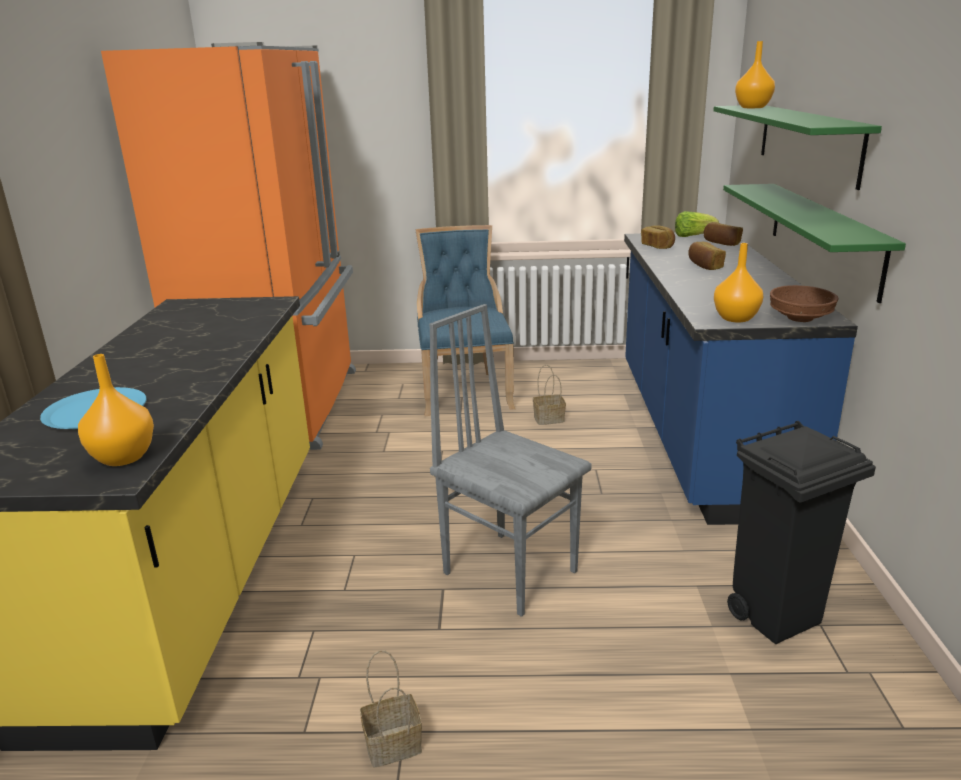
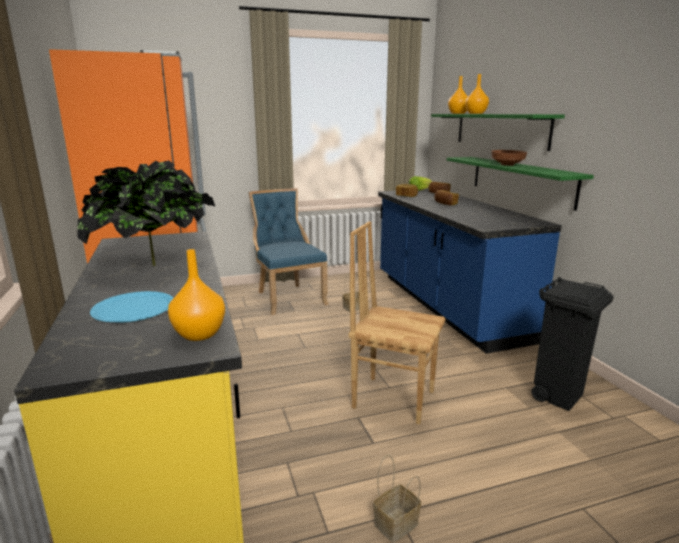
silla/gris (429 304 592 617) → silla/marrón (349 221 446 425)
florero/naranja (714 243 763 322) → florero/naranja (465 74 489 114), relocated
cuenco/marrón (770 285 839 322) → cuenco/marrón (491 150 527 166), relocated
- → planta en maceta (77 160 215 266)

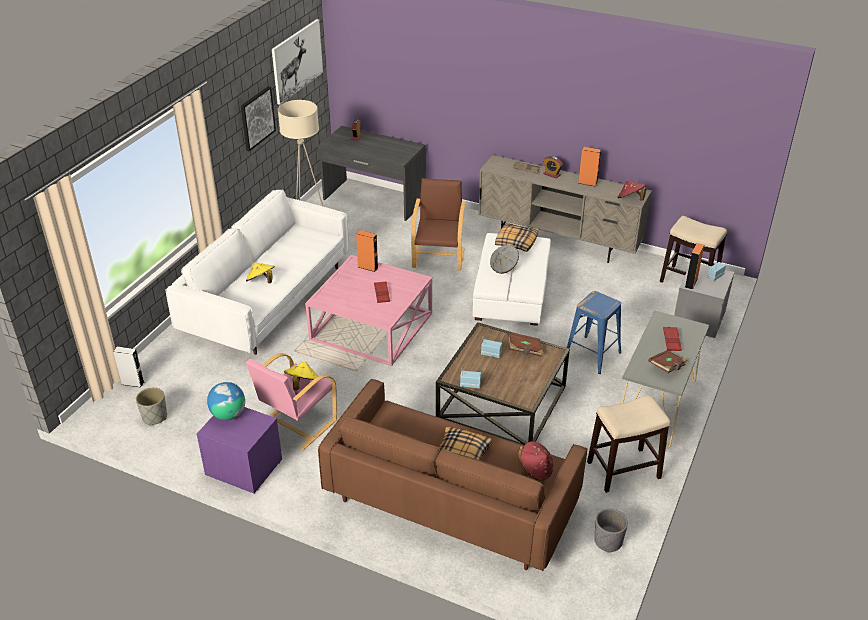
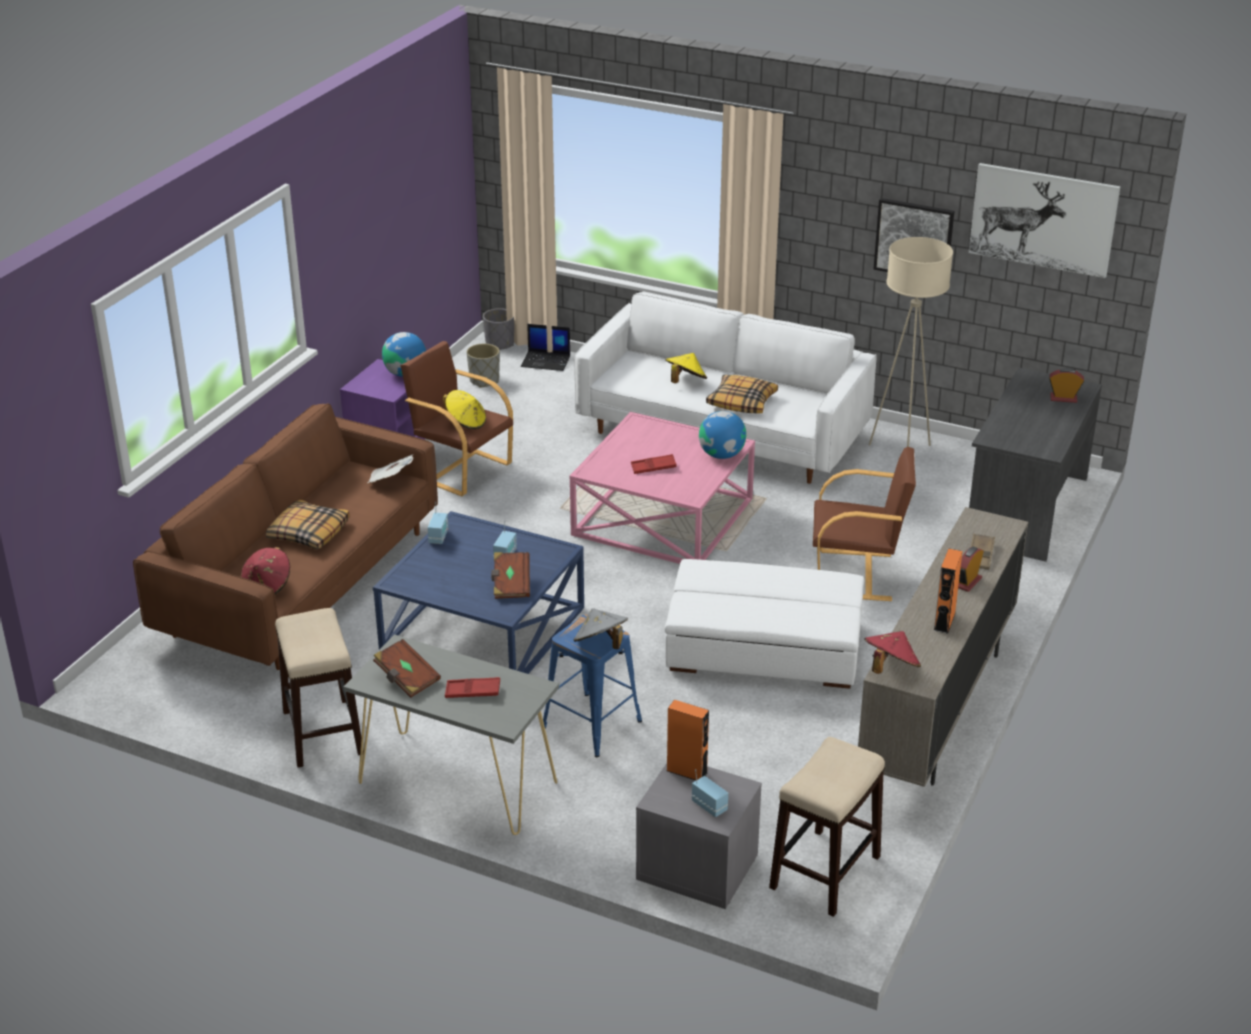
altavoz/gris (113 347 144 388) → portátil (521 324 570 371)
sillón/rosa (246 353 337 450) → sillón/marrón (401 341 513 497)
altavoz/naranja (356 230 378 272) → globo terráqueo (699 411 746 459)
mesa de centro/marrón (436 322 570 445) → mesa de centro/azul (373 511 584 674)
sombrero/gris (490 245 519 274) → sombrero/gris (574 608 628 649), relocated
cojín (495 223 538 252) → cojín (706 375 778 413), relocated
maceta/gris (594 508 628 553) → maceta/gris (483 308 514 350), relocated
- → periódico (368 455 413 483)

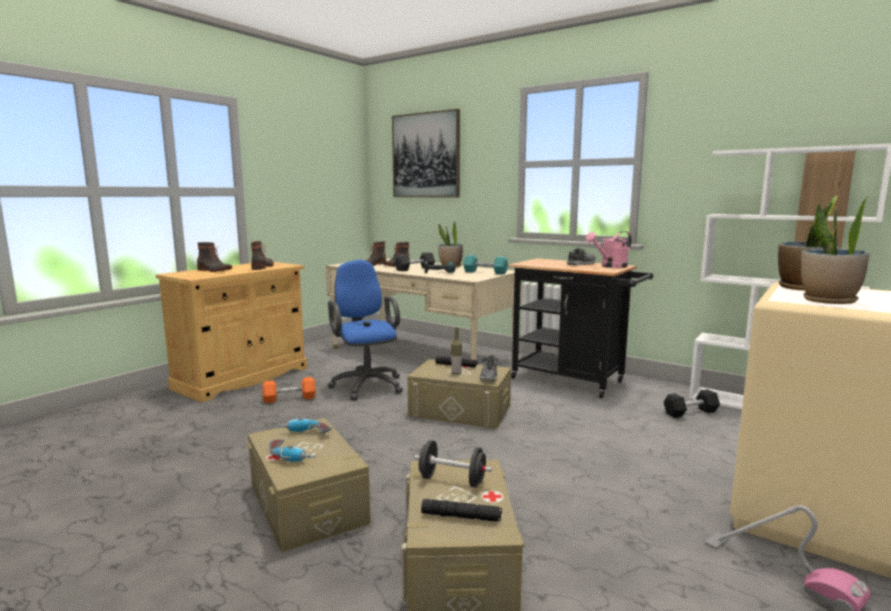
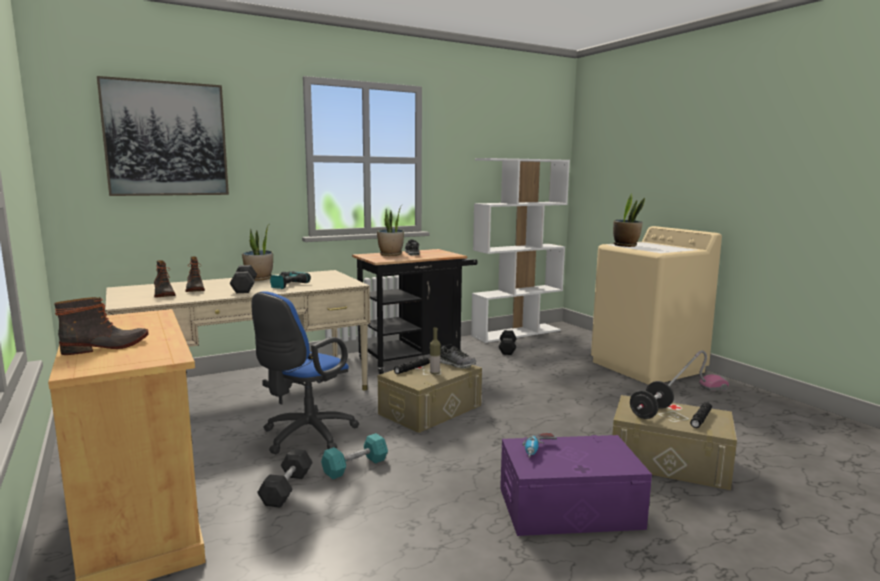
caja de almacenaje/beis (247 418 371 552) → caja de almacenaje/morado (500 435 652 536)
bota (251 241 274 270) → -
mancuerna/naranja (262 377 316 403) → mancuerna/gris (257 449 313 508)
taladro (269 440 316 462) → -
silla de oficina/azul (328 260 403 401) → silla de oficina/azul (252 291 359 454), 60 degrees counterclockwise
mancuerna/turquesa (463 255 508 274) → mancuerna/turquesa (321 433 388 479), relocated
regadera/rosa (586 231 631 268) → -
planta en maceta (801 196 869 304) → planta en maceta (377 204 404 256), relocated

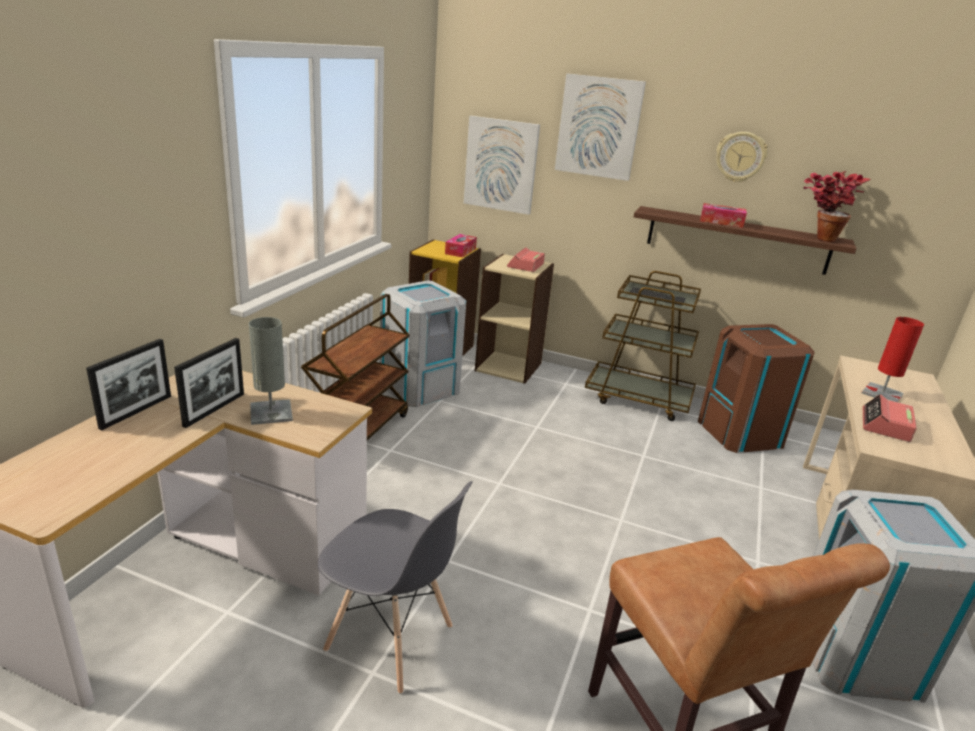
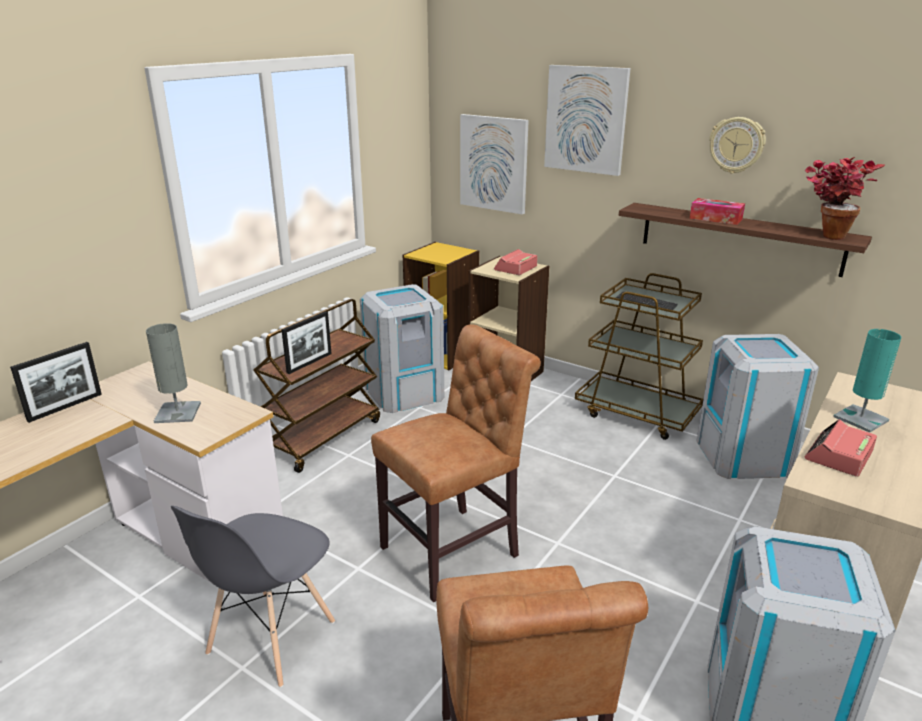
portarretratos (174 338 244 428) → portarretratos (281 311 332 374), relocated
silla/gris (318 481 473 694) → silla/gris (171 506 335 688), 75 degrees clockwise
caja de pañuelos (445 234 477 257) → -
papelera/marrón (698 324 815 453) → papelera/gris (696 334 819 479)
lámpara de mesa/rojo (861 317 924 402) → lámpara de mesa/turquesa (833 329 901 433)
- → silla/marrón (371 324 541 602)

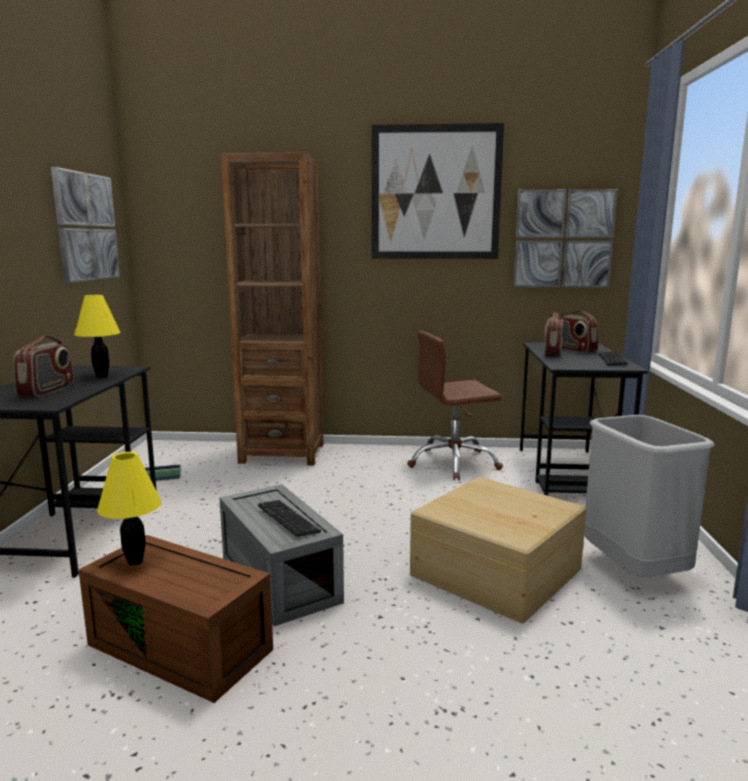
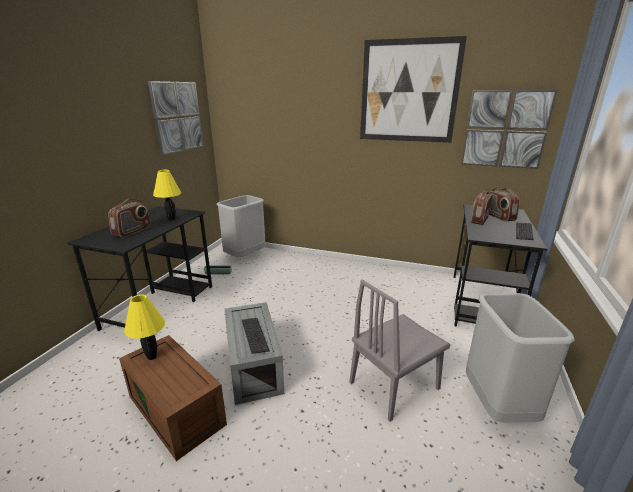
estantería/marrón (221 152 323 465) → -
silla de oficina/marrón (408 331 503 480) → -
caja de almacenaje/beis (410 477 586 623) → silla/gris (349 280 450 422)
- → papelera/gris (216 195 266 258)

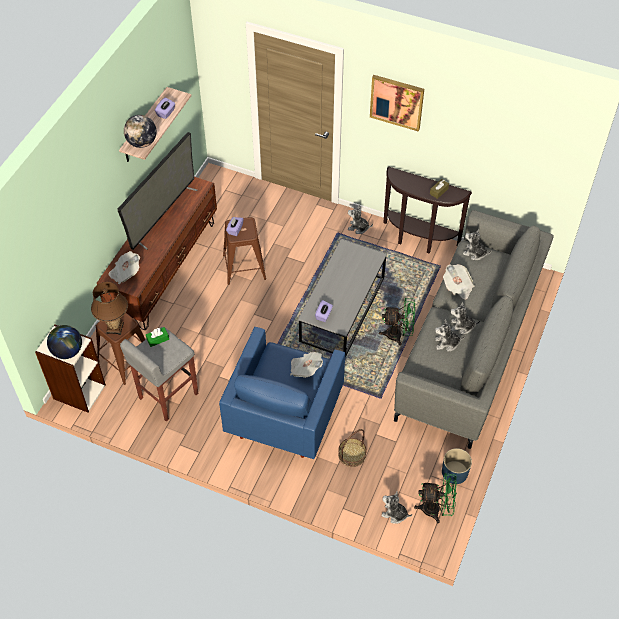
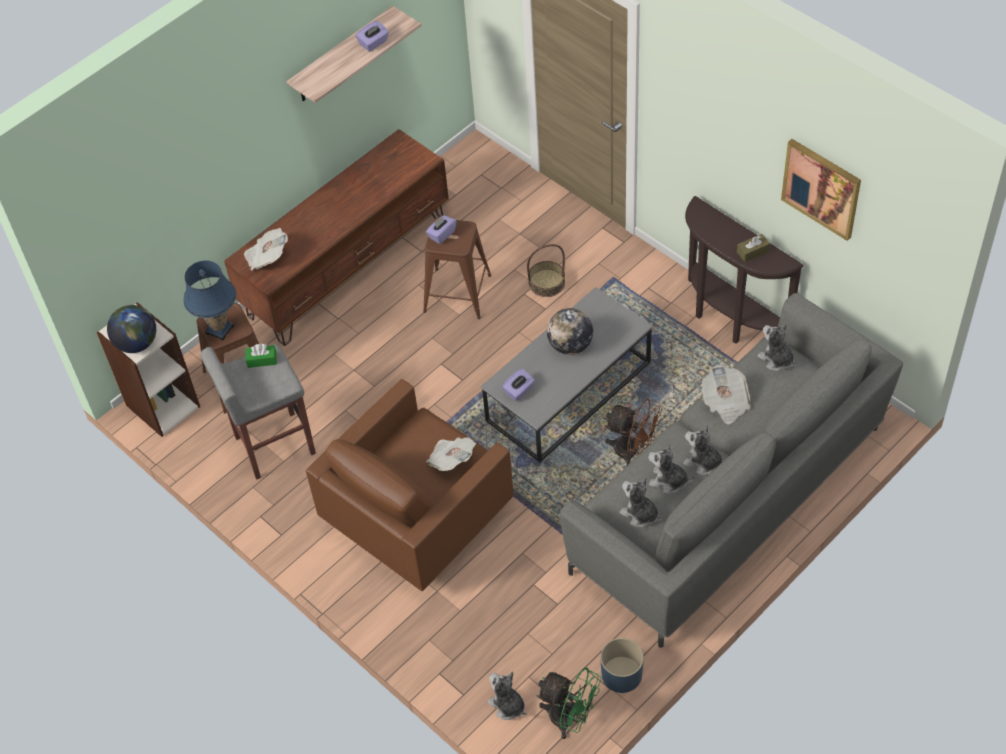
lámpara de mesa/marrón (91 282 128 335) → lámpara de mesa/azul (183 261 236 341)
televisor (117 132 197 250) → -
globo terráqueo (124 115 157 148) → globo terráqueo (547 308 593 355), relocated
sillón/azul (219 327 345 459) → sillón/marrón (306 379 514 591)
cesta (338 429 367 467) → cesta (527 244 565 297), relocated
peluche (348 205 373 234) → peluche (620 477 662 528), relocated
cuadro (370 75 424 131) → cuadro (781 139 861 241), relocated
ventilador/verde (379 298 415 346) → ventilador/marrón (605 398 662 466)

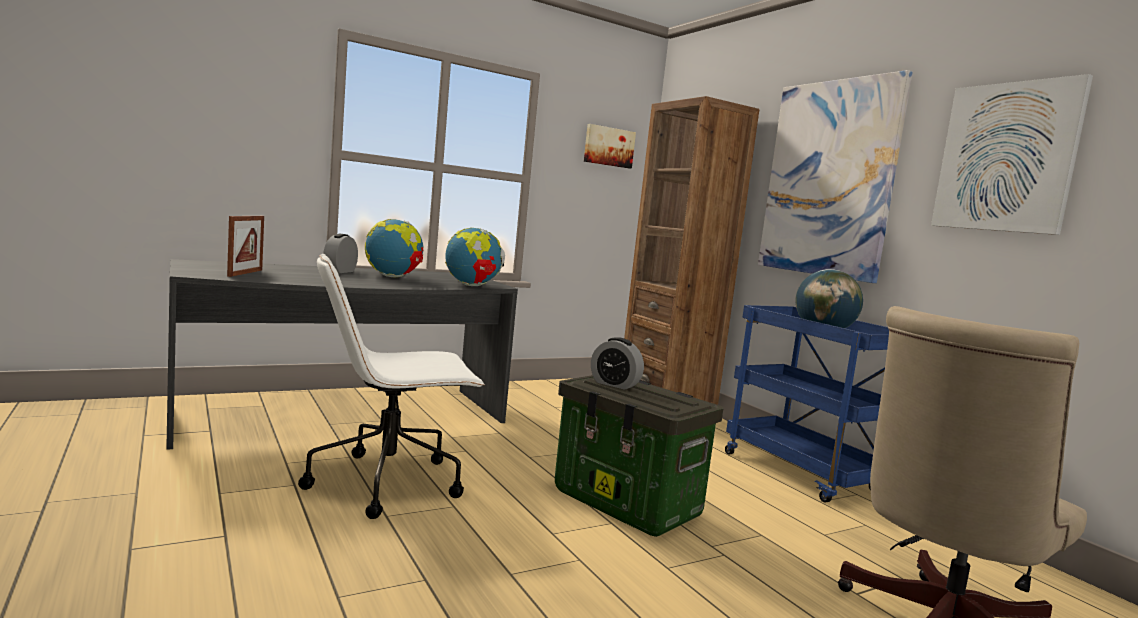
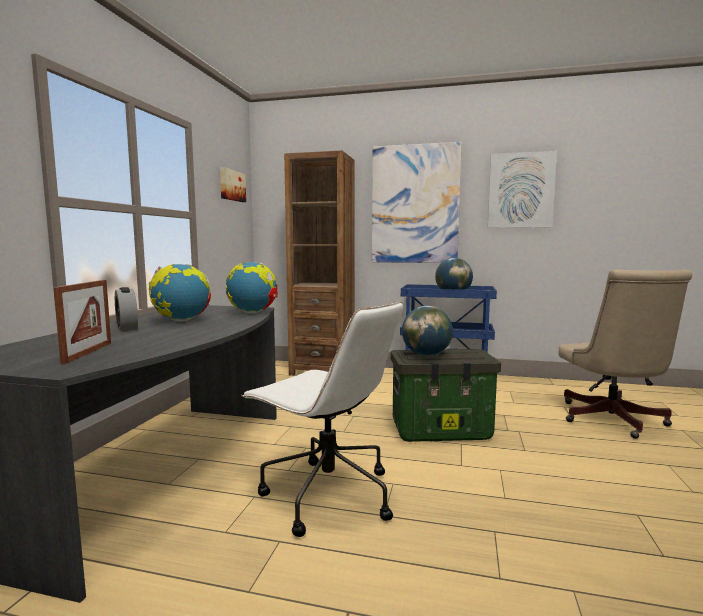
portarretratos (227 216 264 277) → portarretratos (53 280 111 364), 45 degrees clockwise
silla de oficina/blanco (298 254 485 519) → silla de oficina/blanco (241 301 403 537), 75 degrees counterclockwise
despertador (591 337 644 390) → globo terráqueo (402 306 453 356)

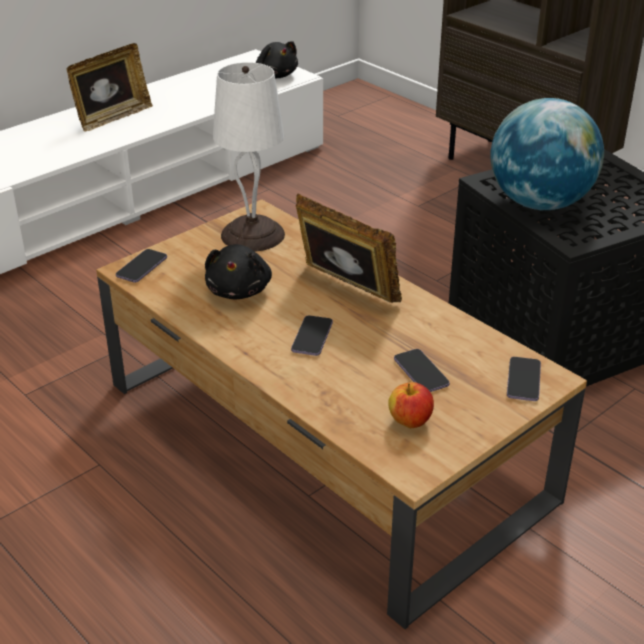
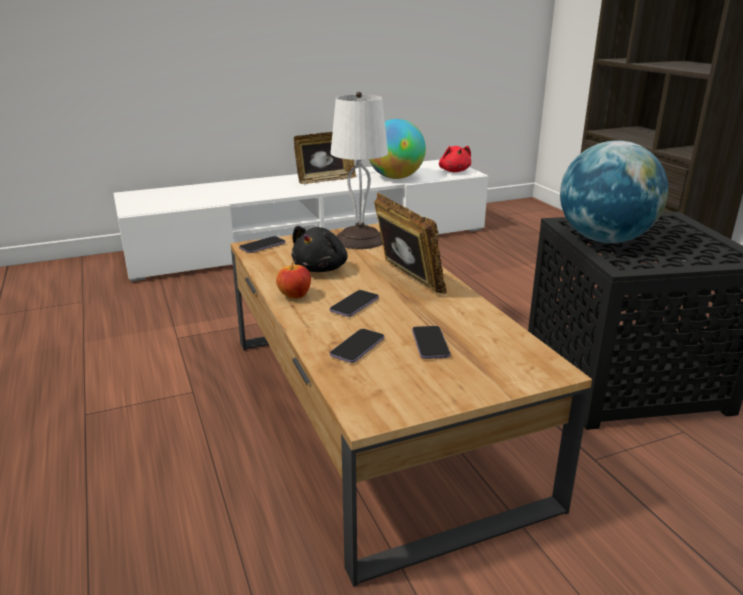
peluche/negro (256 41 298 78) → peluche/rojo (439 146 471 172)
manzana (388 382 434 428) → manzana (276 262 311 299), relocated
móvil (507 357 541 401) → móvil (330 329 384 363), relocated
- → globo terráqueo (369 119 426 179)

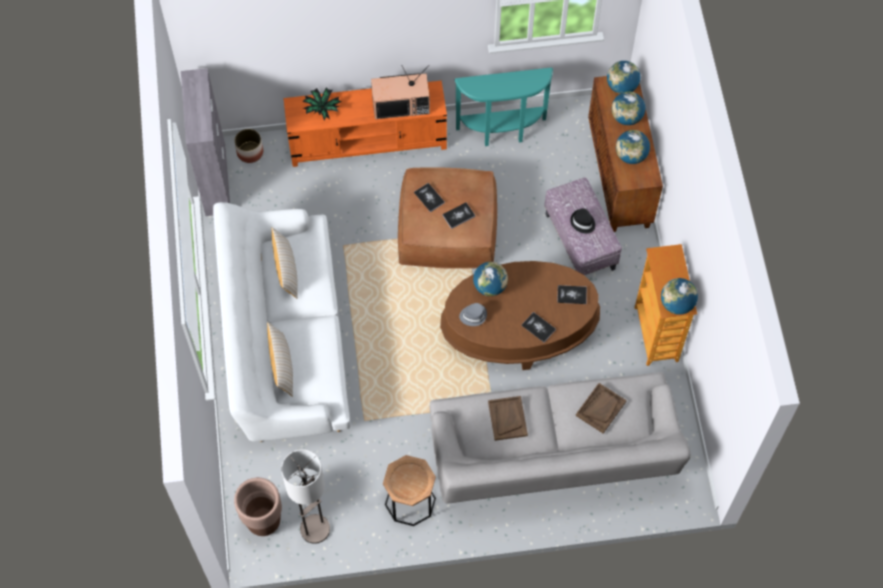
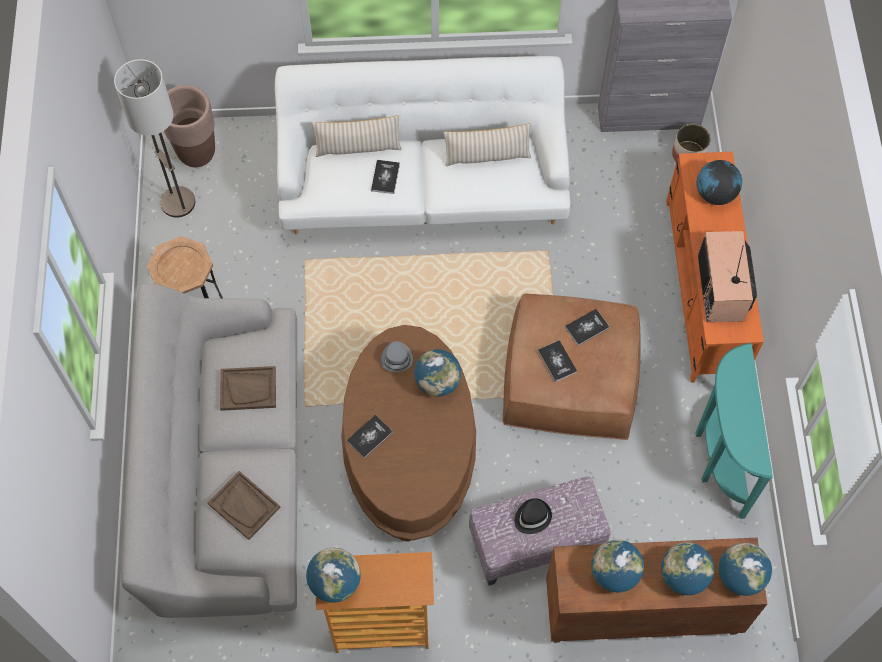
planta en maceta (303 87 341 121) → globo terráqueo (697 160 742 205)
libro (557 285 587 304) → libro (371 160 400 194), relocated

